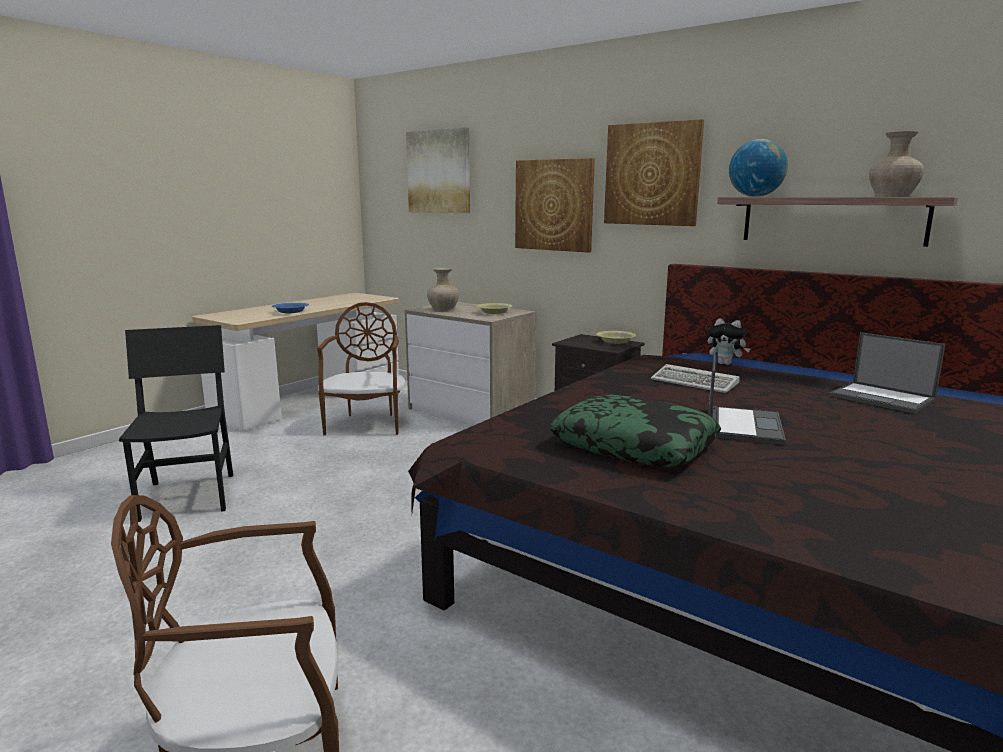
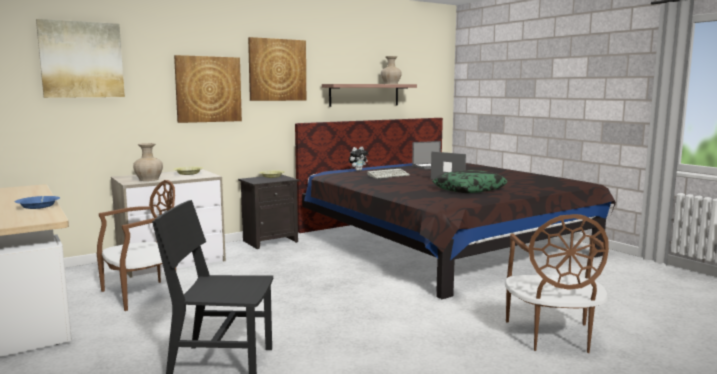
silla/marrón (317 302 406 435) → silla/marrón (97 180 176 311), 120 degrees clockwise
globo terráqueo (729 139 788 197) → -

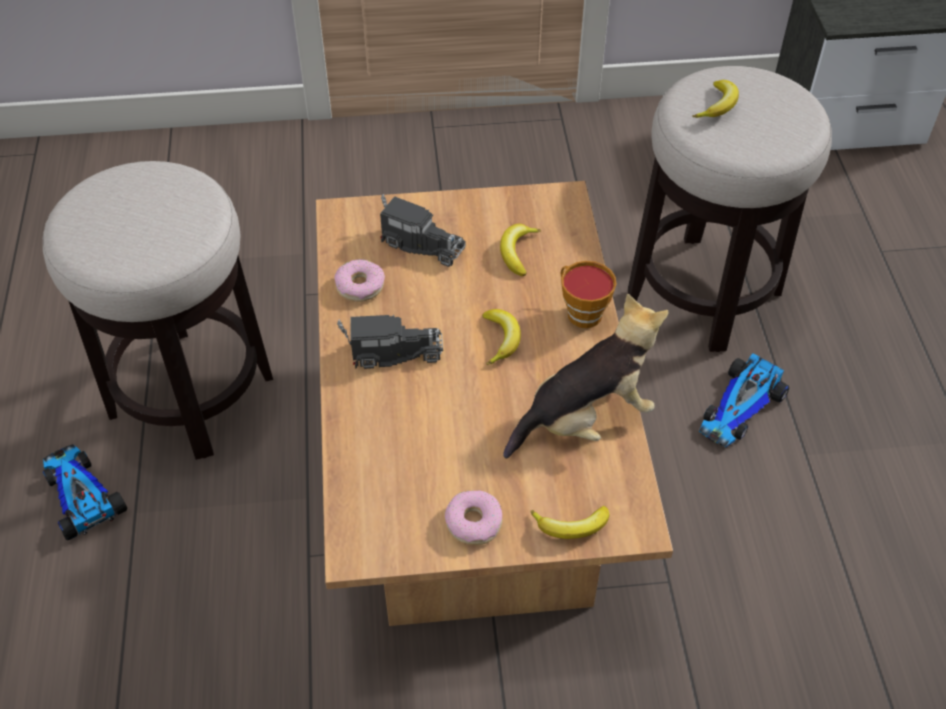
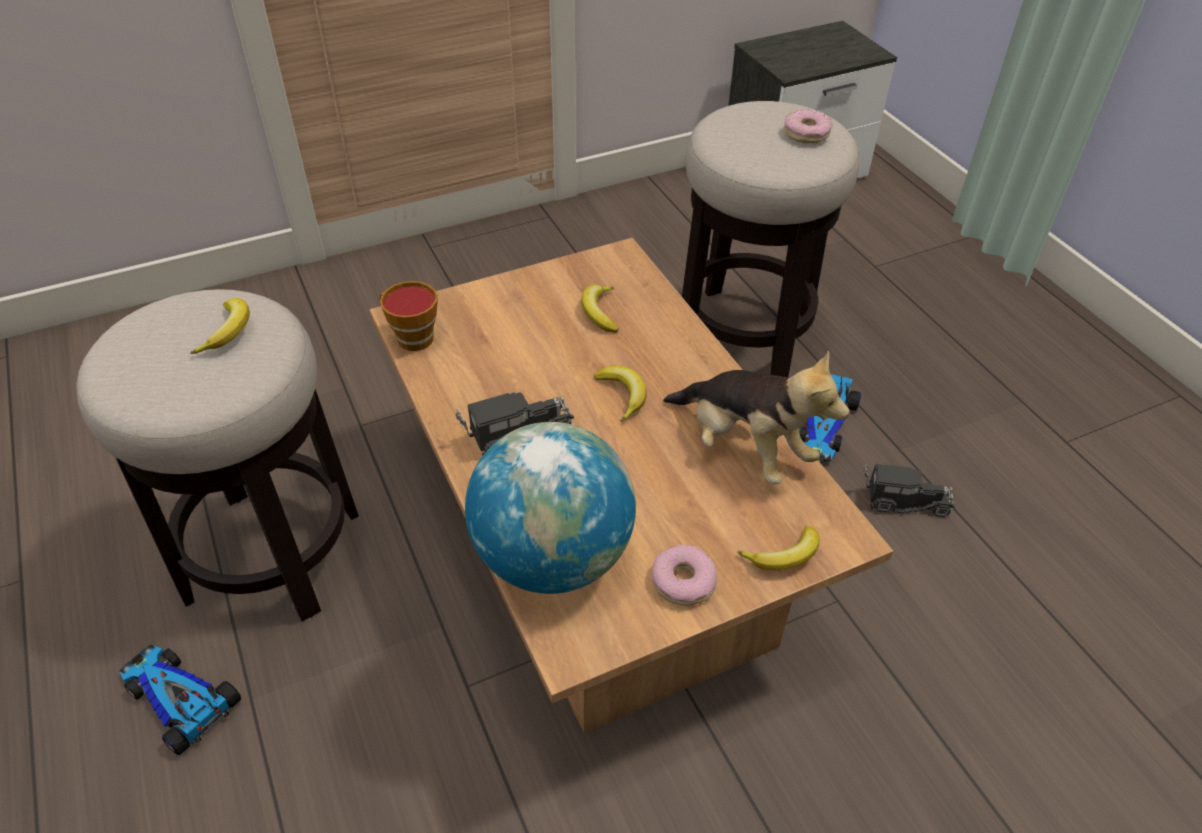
rosquilla (335 259 385 302) → rosquilla (784 109 832 143), relocated
camión de juguete (380 194 466 267) → camión de juguete (863 464 955 517), relocated
peluche (503 293 669 459) → peluche (663 350 850 484), 90 degrees clockwise
taza (561 261 617 328) → taza (380 281 438 351), relocated
plátano (692 80 739 118) → plátano (191 298 250 354), relocated
- → globo terráqueo (465 422 636 594)

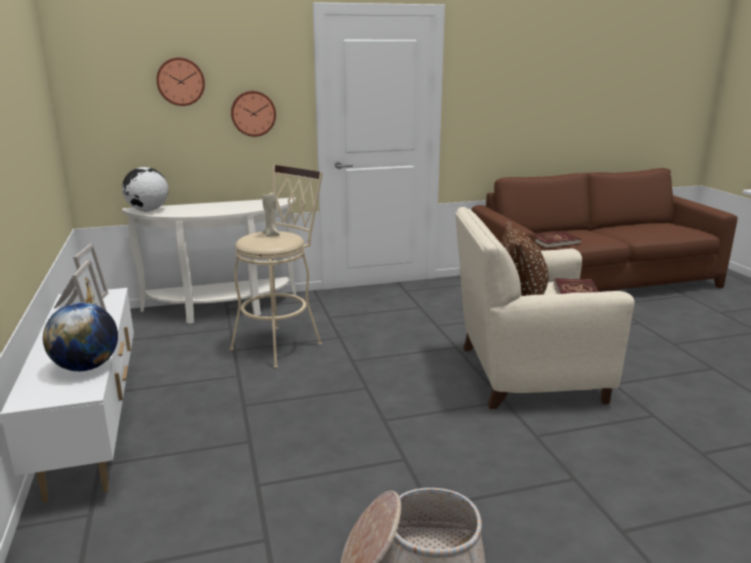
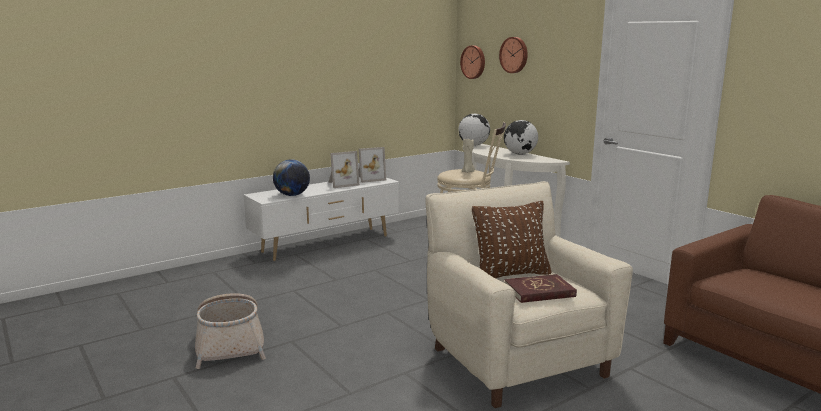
reloj de pared (231 91 276 137) → reloj de pared (460 45 485 79), relocated
libro/rojo (535 231 581 248) → -
- → globo terráqueo (504 120 538 155)

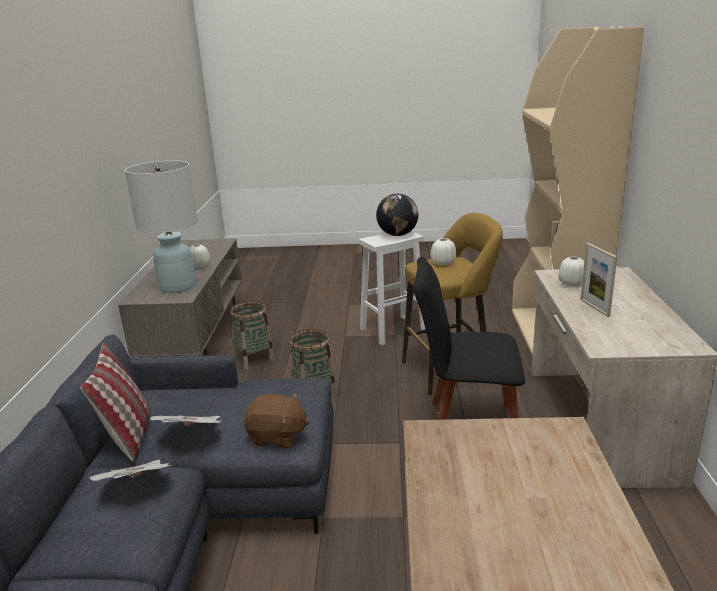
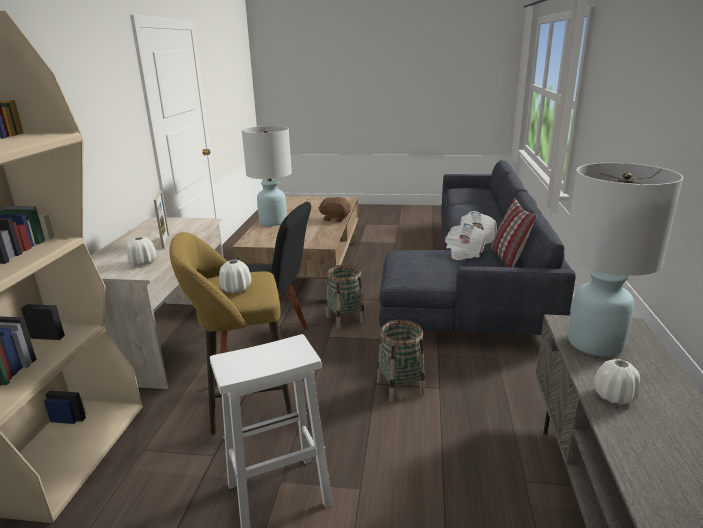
cesta (230 301 275 369) → cesta (326 265 365 329), relocated
peluche/marrón (244 393 309 448) → peluche/marrón (318 197 351 222), relocated
globo terráqueo (376 194 419 236) → -
- → lámpara de mesa/blanco (242 126 292 226)

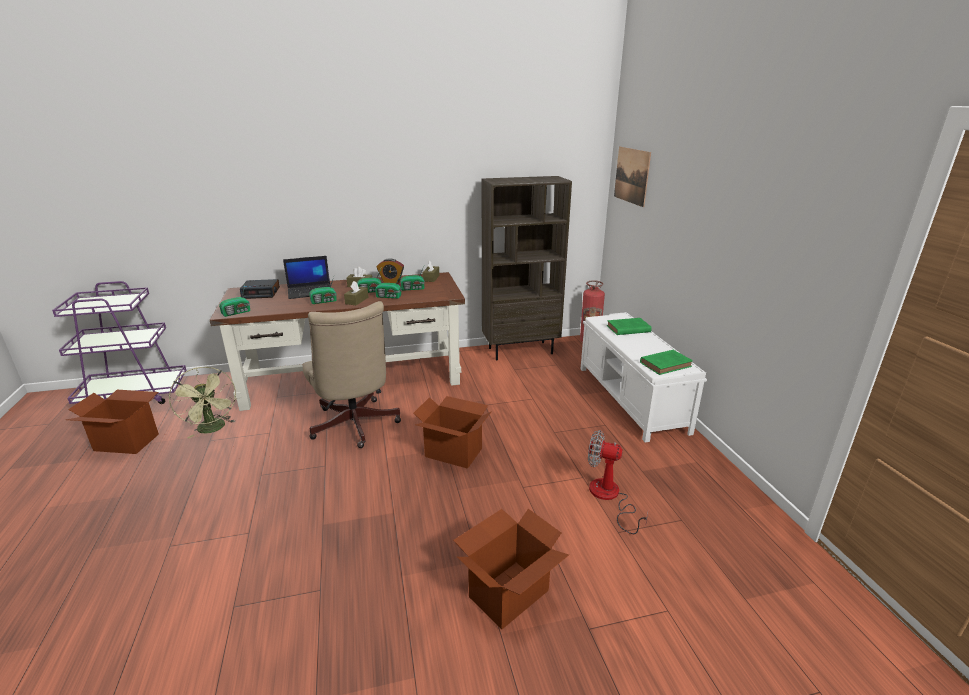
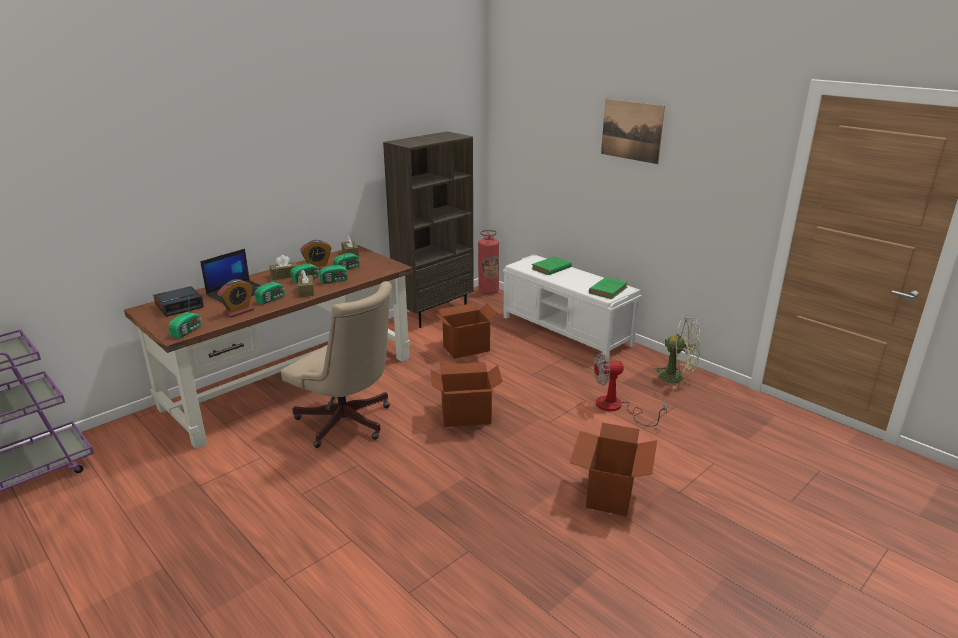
caja de cartón (66 390 159 454) → caja de cartón (434 303 498 359), relocated
ventilador/verde (169 367 237 439) → ventilador/verde (652 317 700 389), relocated
cuadro (614 147 651 207) → cuadro (601 99 665 164), relocated
- → despertador (217 279 254 318)

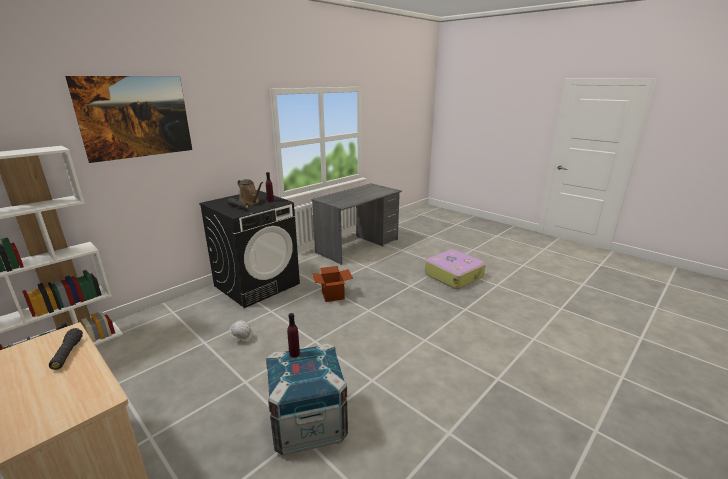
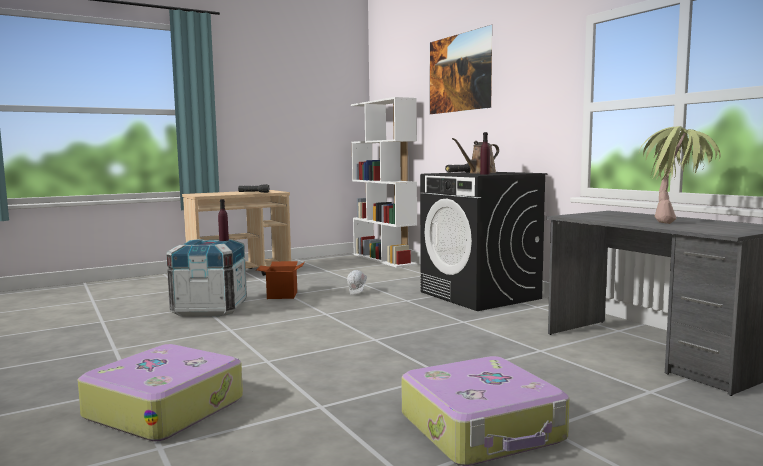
caja de cartón (312 266 353 302) → caja de cartón (256 261 305 299), relocated
- → maleta (78 344 243 441)
- → planta en maceta (639 126 720 224)

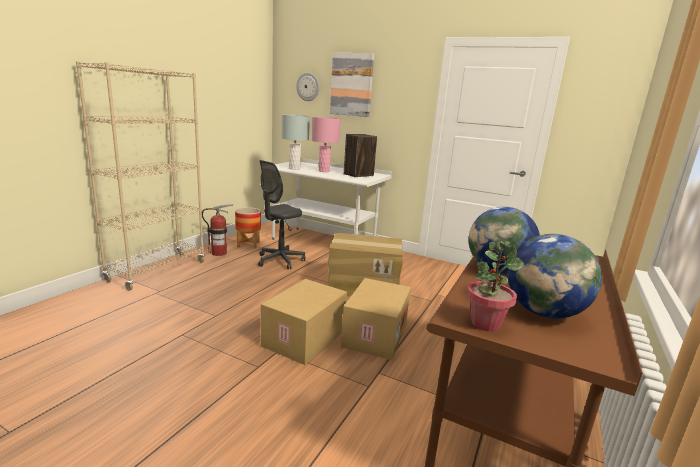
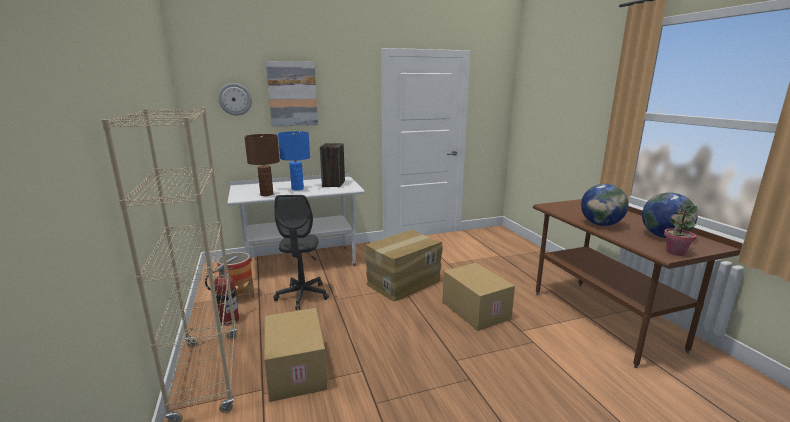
caja de cartón (261 279 347 365) → caja de cartón (264 308 328 402), relocated
lámpara de mesa/gris (282 114 310 170) → lámpara de mesa/marrón (244 134 280 196)
lámpara de mesa/rosa (312 117 340 172) → lámpara de mesa/azul (278 131 310 191)

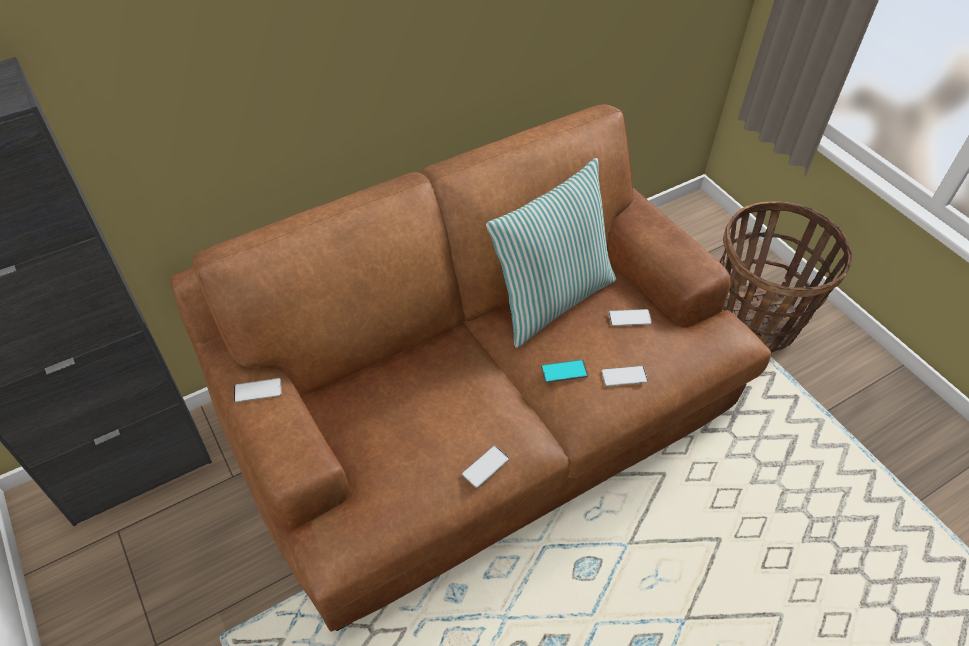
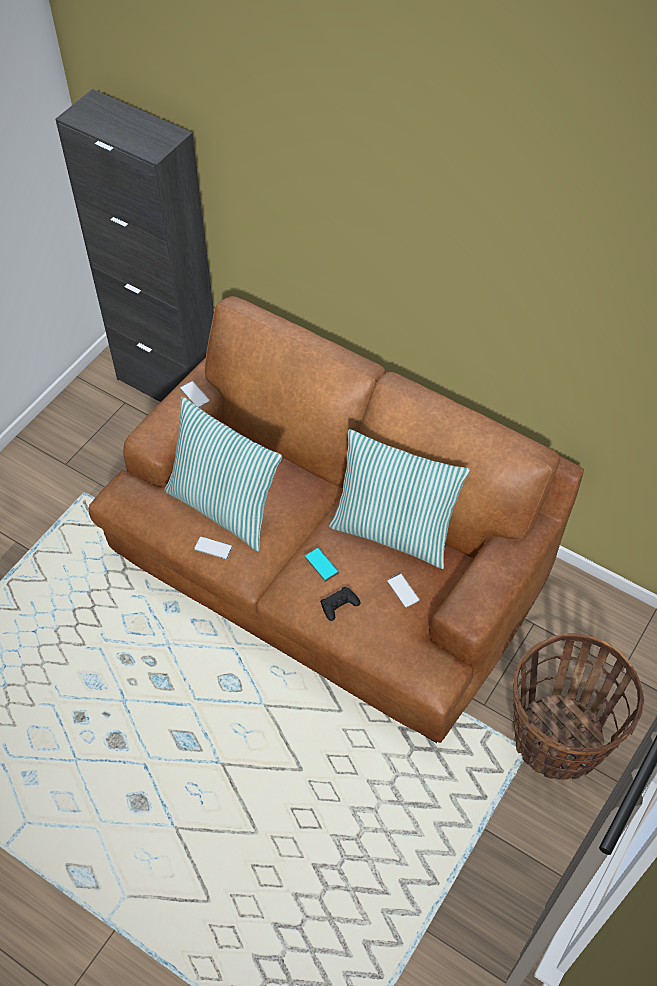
móvil (602 366 648 386) → mando de consola/negro (320 587 361 621)
- → cojín (165 397 282 551)

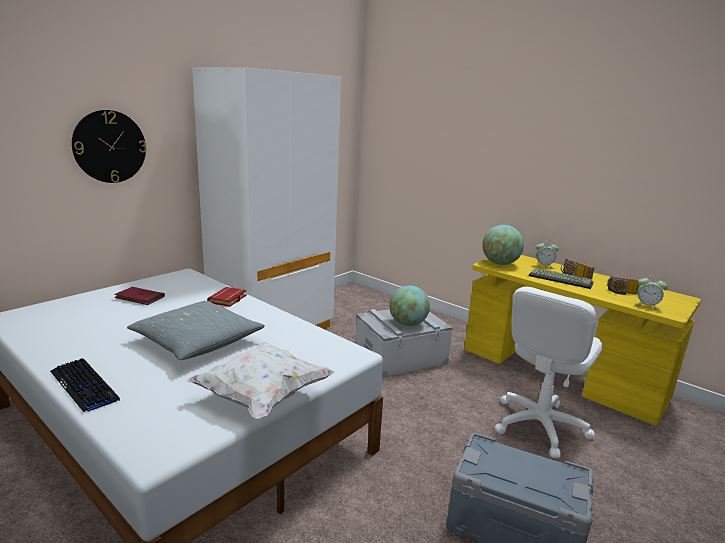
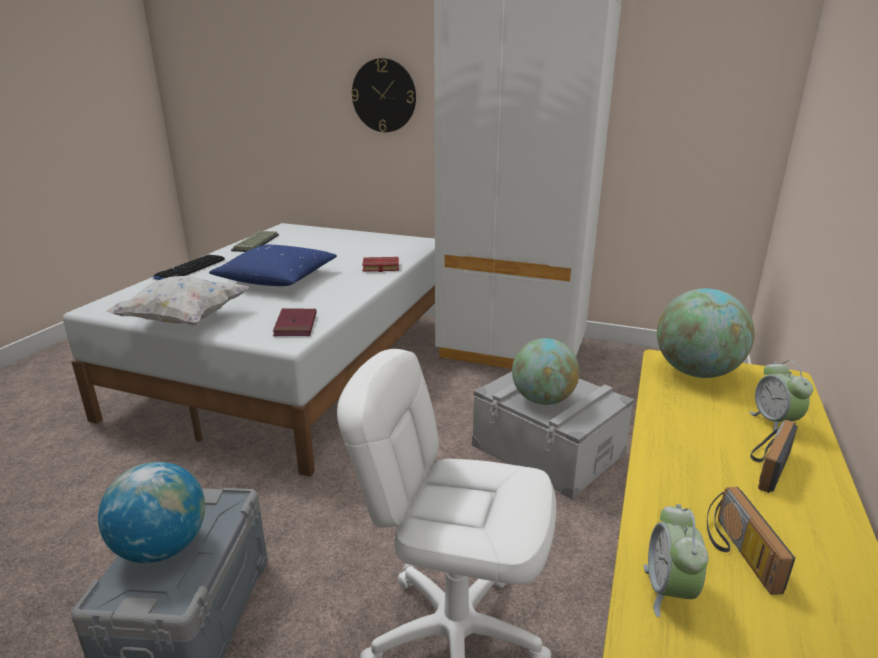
libro/rojo (114 287 165 305) → libro/rojo (273 308 317 336), relocated
cojín/gris (127 301 265 360) → cojín/azul (209 245 337 286)
teclado (529 268 594 289) → teclado (231 231 279 252), relocated
- → globo terráqueo (98 462 205 563)

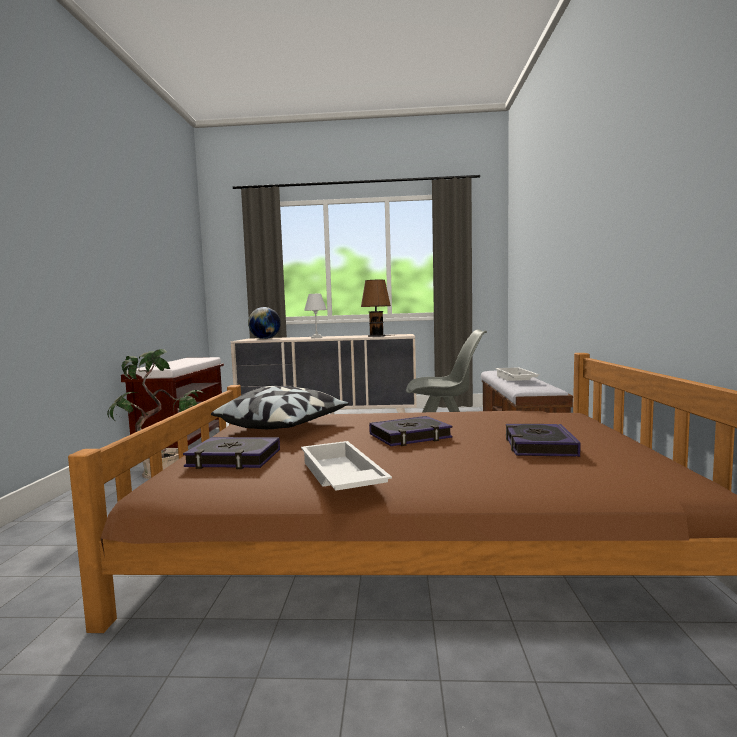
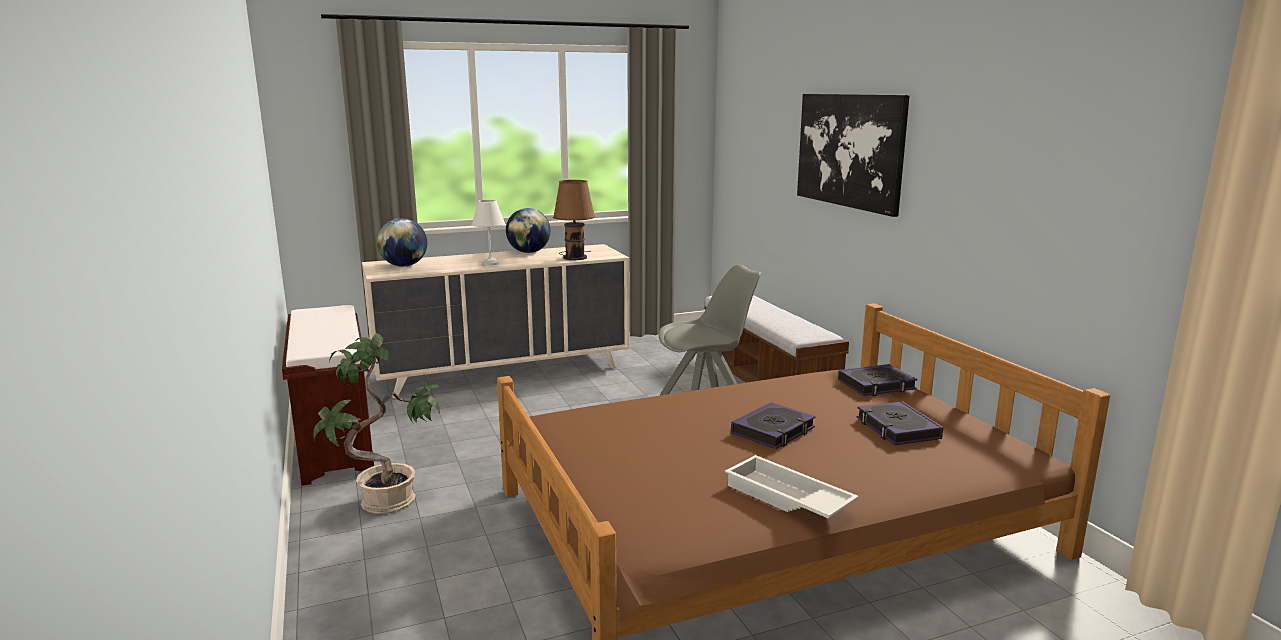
libro (183 437 280 469) → libro (838 364 917 396), relocated
cojín (211 386 349 429) → -
bandeja/blanco (495 367 539 381) → -
- → globo terráqueo (506 208 551 253)
- → cuadro (797 94 909 217)

